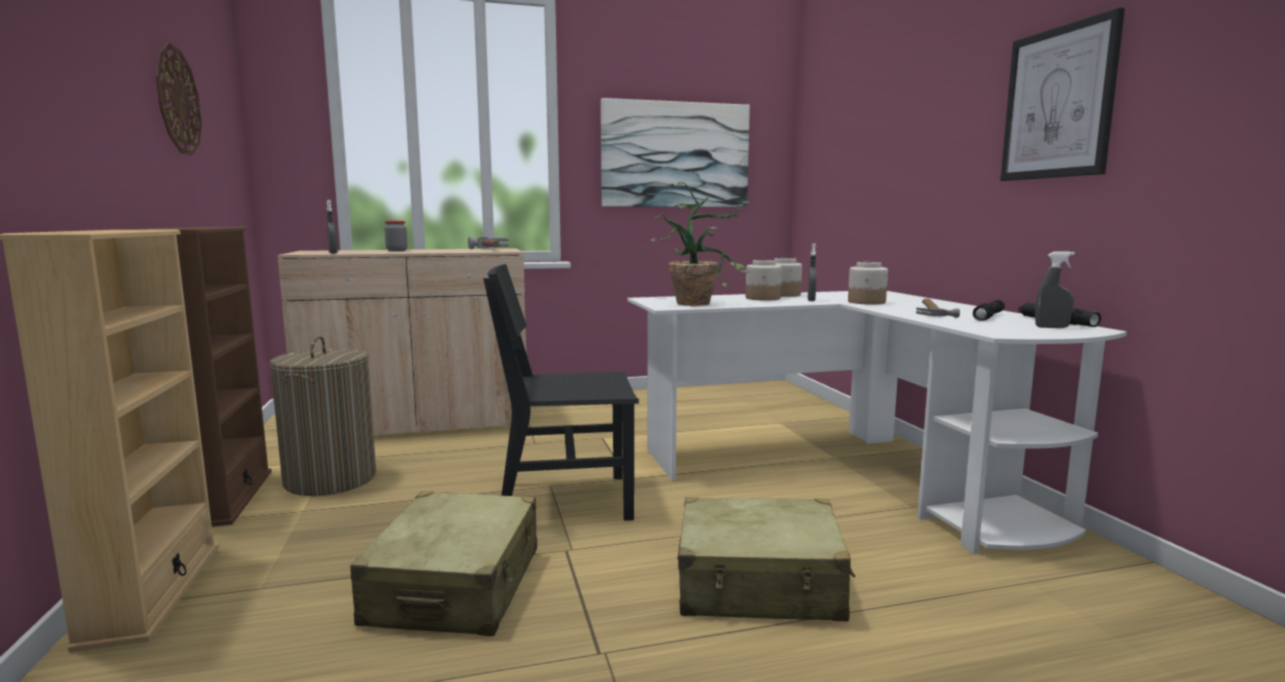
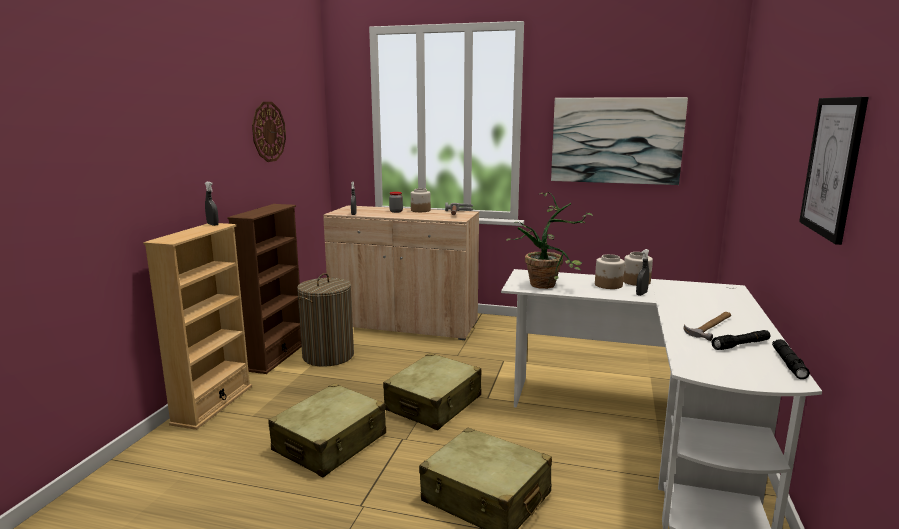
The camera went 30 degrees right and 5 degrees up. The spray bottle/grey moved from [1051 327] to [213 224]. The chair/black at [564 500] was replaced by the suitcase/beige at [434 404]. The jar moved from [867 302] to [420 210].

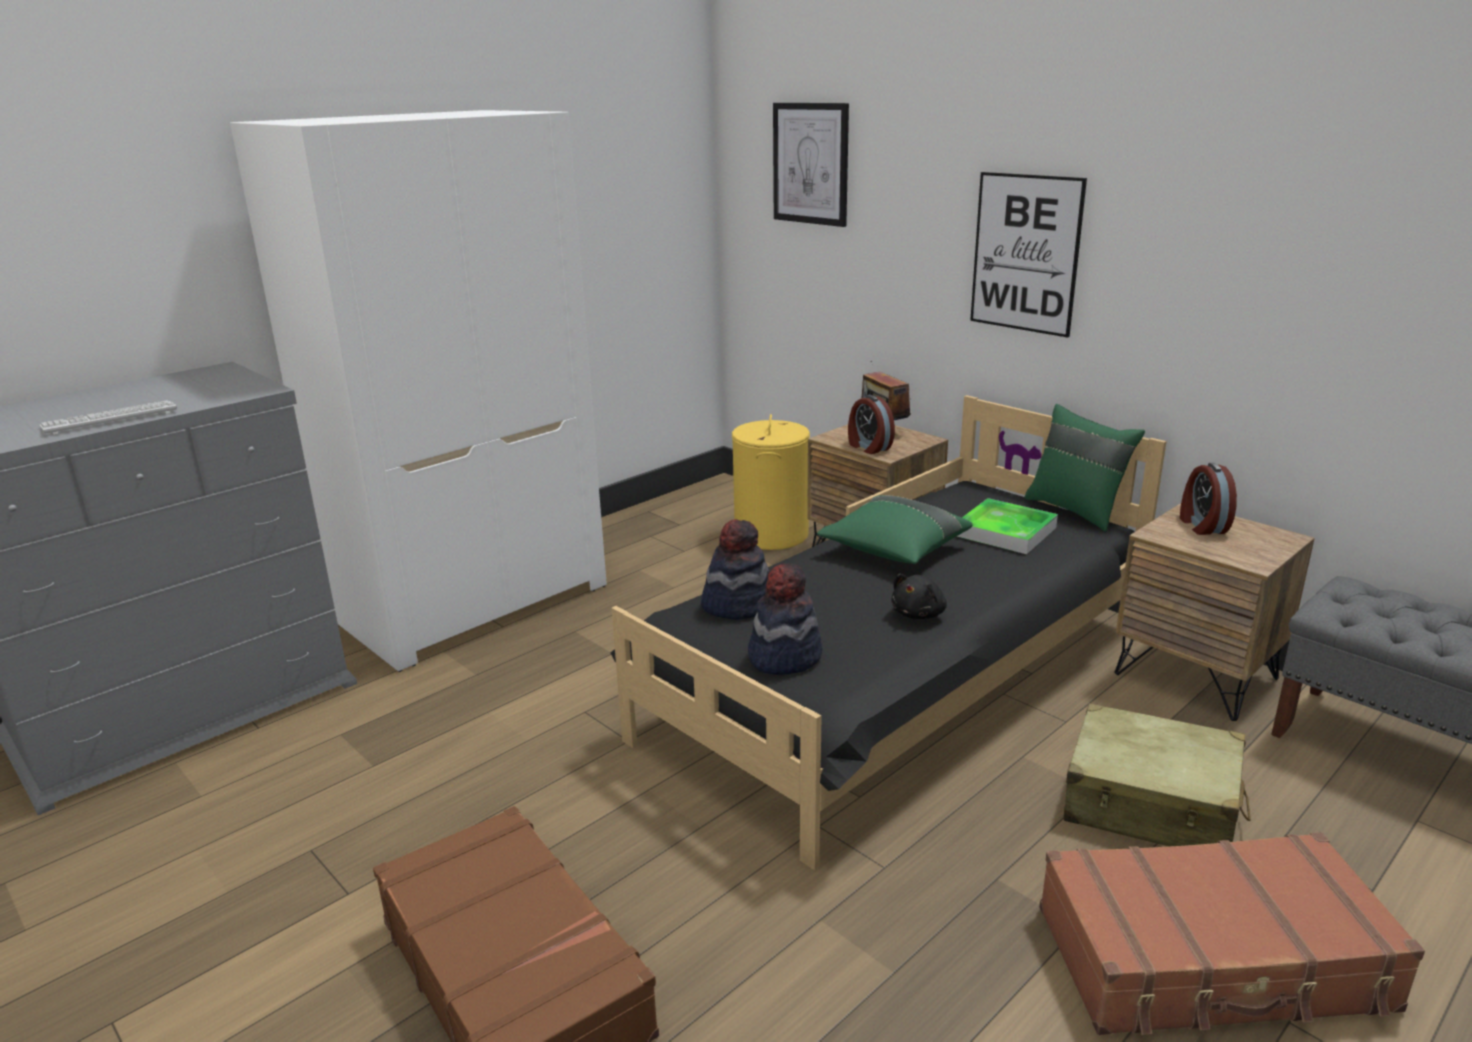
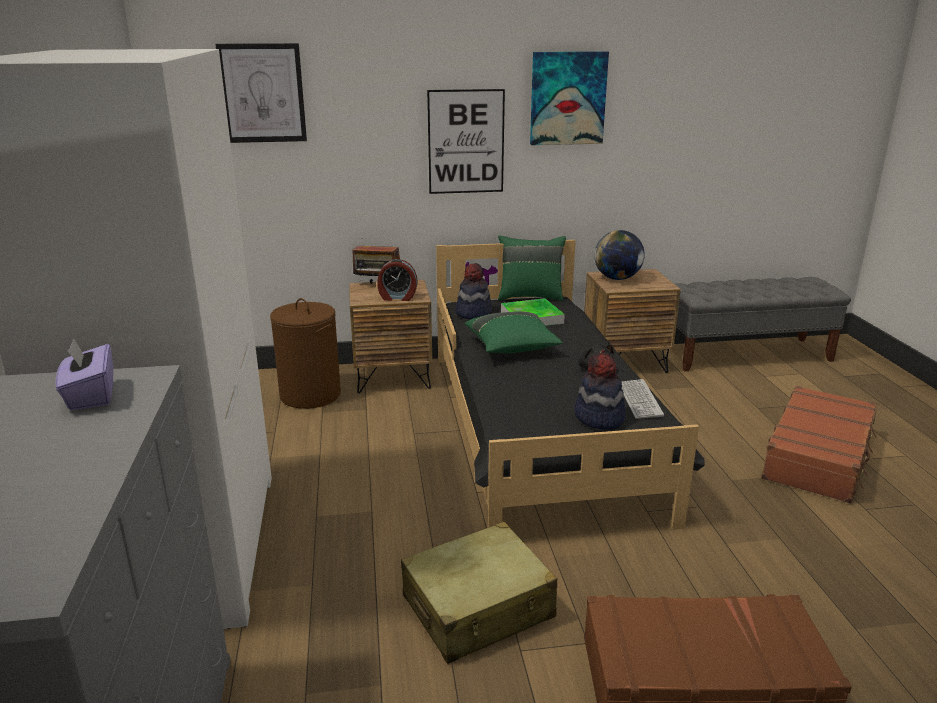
The camera went 55 degrees left and 0 degrees up. The tissue box/purple at [90 396] appeared. The laundry basket/yellow at [771 534] became the laundry basket/brown at [310 395]. The suitcase/beige moved from [1151 804] to [478 608]. The hat moved from [737 604] to [473 313]. The picture at [567 98] appeared. The alarm clock at [1202 525] was replaced by the globe at [617 278]. The keyboard moved from [110 419] to [639 400].

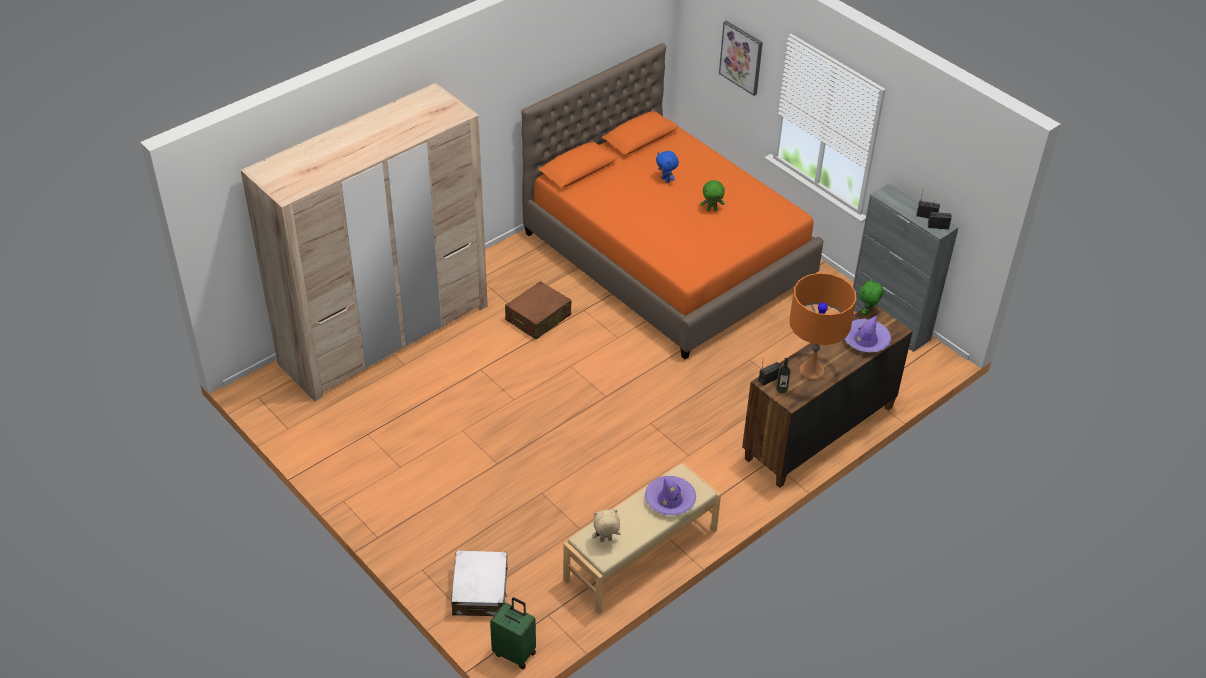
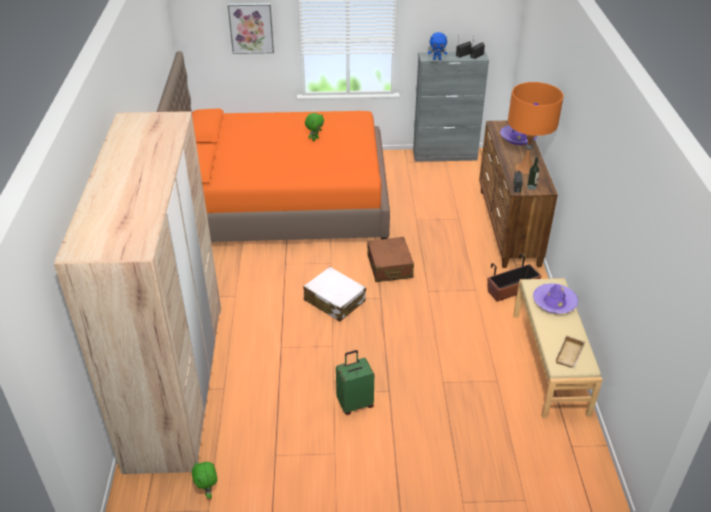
The camera went 50 degrees left and 5 degrees down. The plush toy/green moved from [867 312] to [208 492]. The suitcase/white moved from [480 591] to [334 301]. The suitcase/green moved from [515 652] to [355 403]. The suitcase/brown moved from [538 318] to [389 267]. The plush toy/blue moved from [666 180] to [437 59]. The planter at [511 290] appeared. The plush toy/beige at [605 541] was replaced by the tray/beige at [570 355].

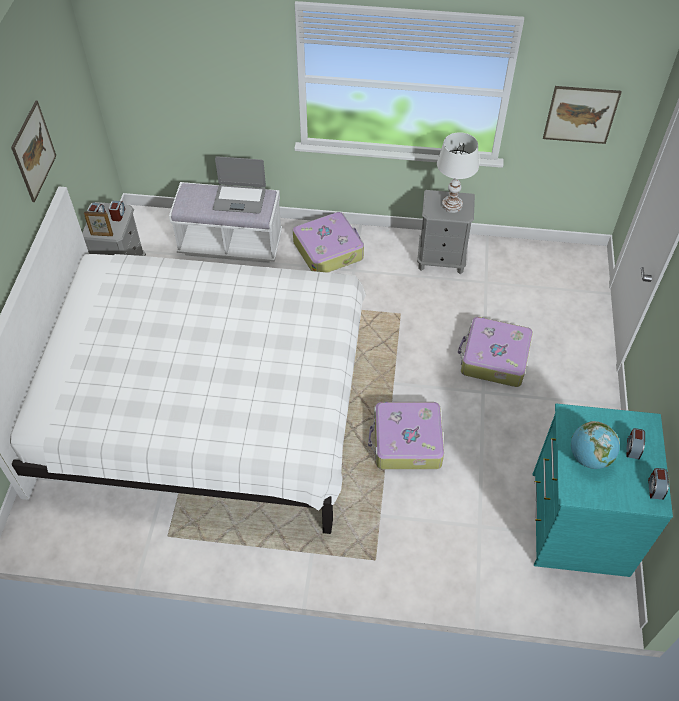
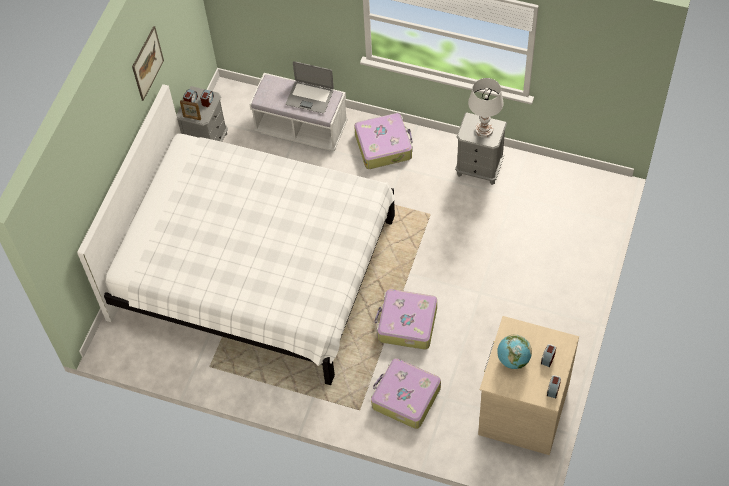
The camera went 15 degrees right and 5 degrees up. The suitcase moved from [493 358] to [405 397]. The dresser/turquoise at [577 523] became the dresser/beige at [522 409]. The picture at [581 115] disappeared.

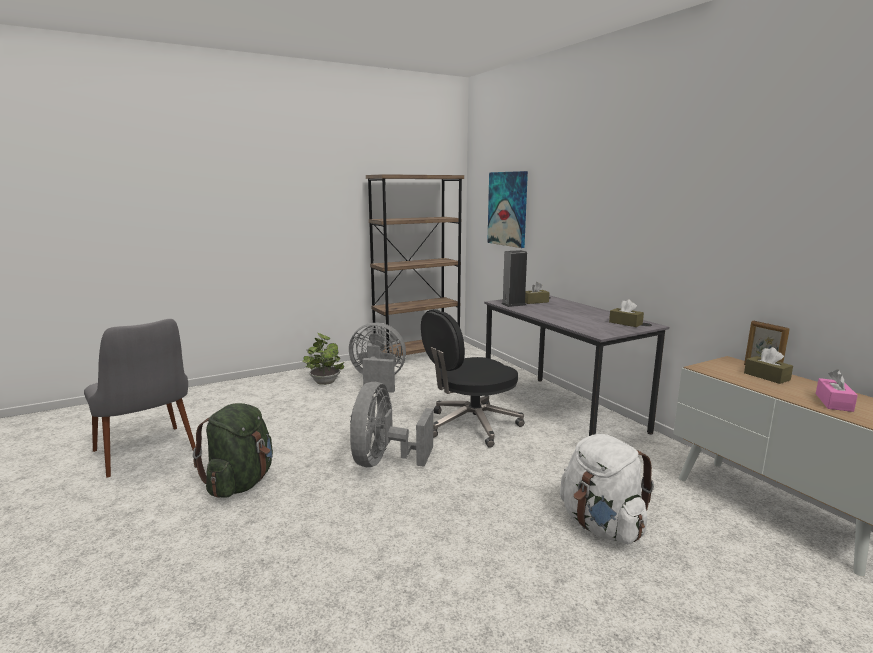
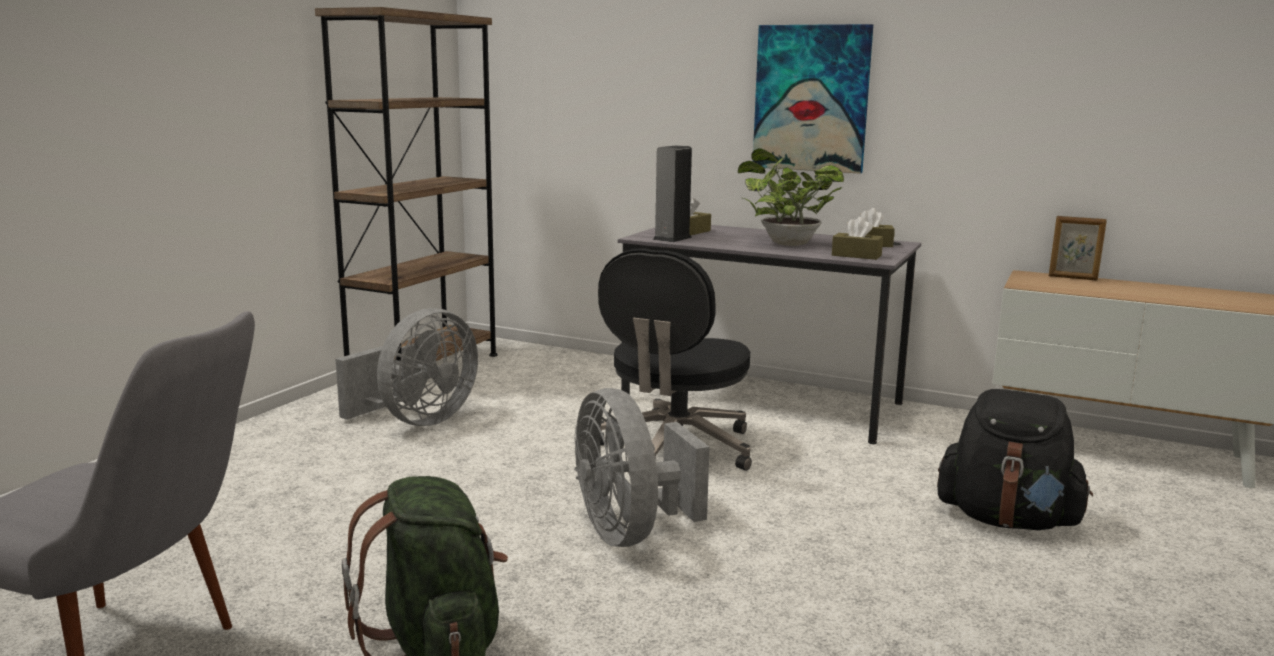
The camera went 35 degrees left and 0 degrees up. The fan/grey at [378 381] turned 150 degrees clockwise. The potted plant moved from [324 381] to [785 243]. The picture moved from [508 209] to [811 98]. The tissue box/brown moved from [766 376] to [856 255]. The backpack/white at [601 526] became the backpack/black at [1007 520]. The tissue box/pink at [833 402] disappeared.

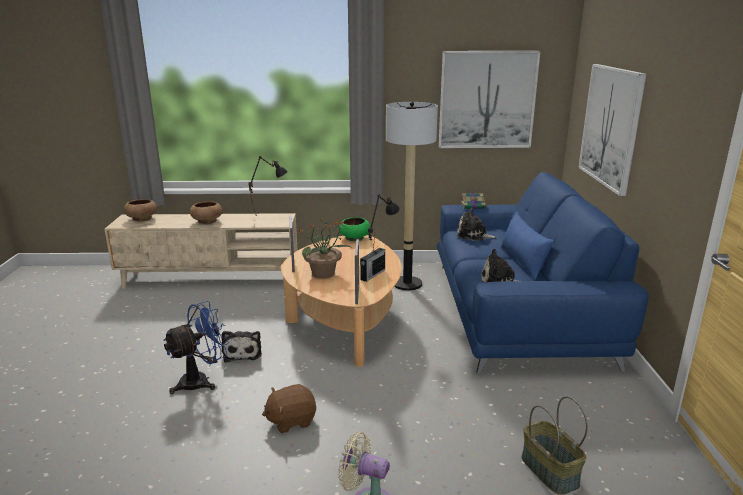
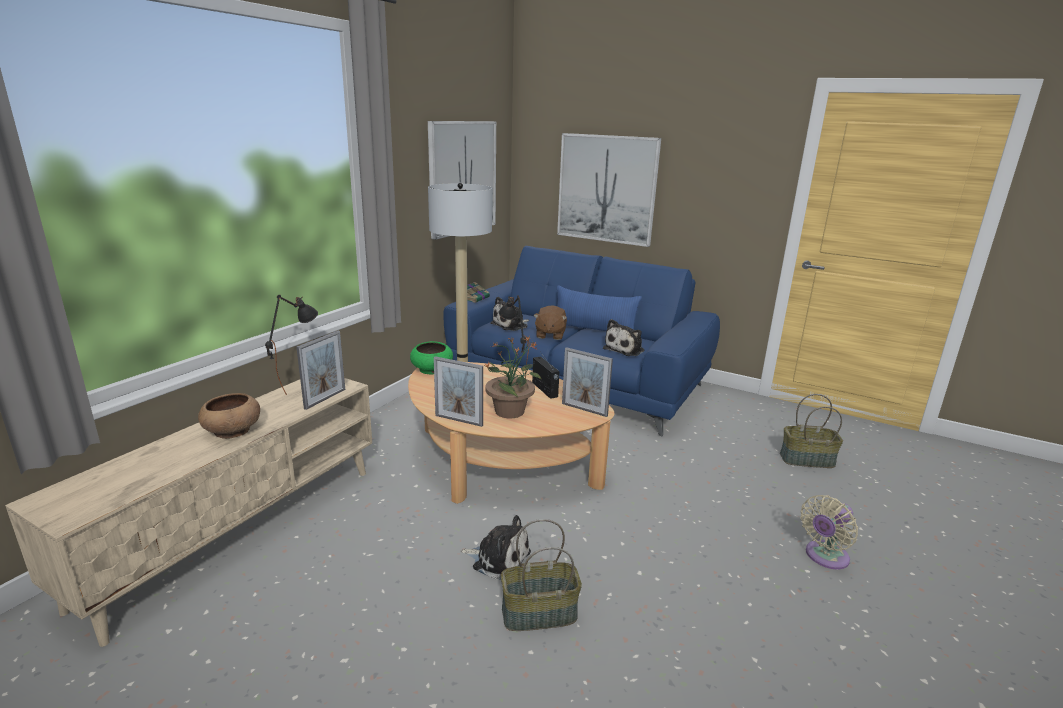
The camera went 60 degrees left and 0 degrees up. The picture frame at [325 399] appeared. The fan/blue at [201 381] was replaced by the basket at [538 614]. The plush toy/brown moved from [291 420] to [550 335]. The bowl/brown at [142 218] disappeared.

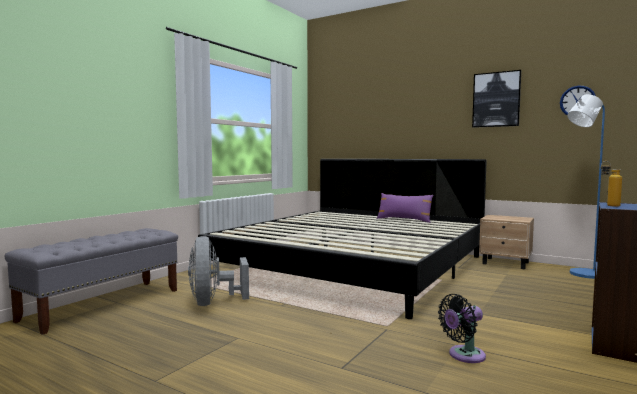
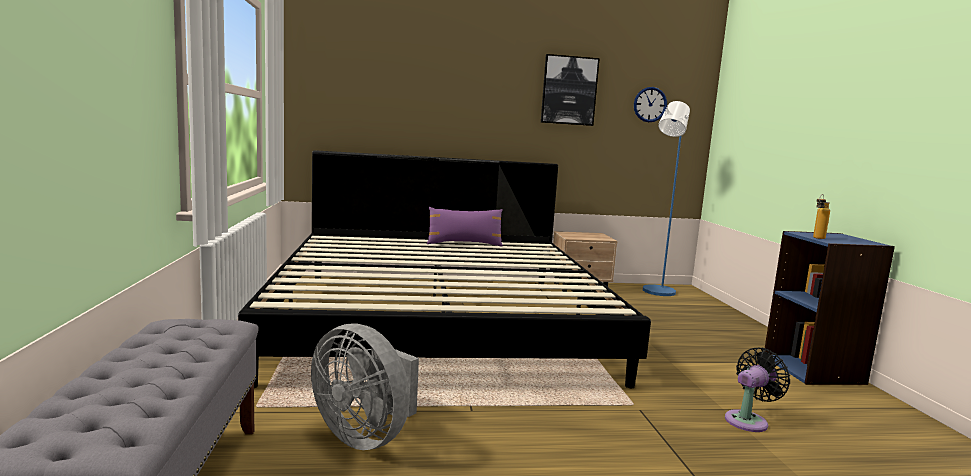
The camera went 40 degrees left and 5 degrees up. The fan/black at [463 355] turned 150 degrees counterclockwise.

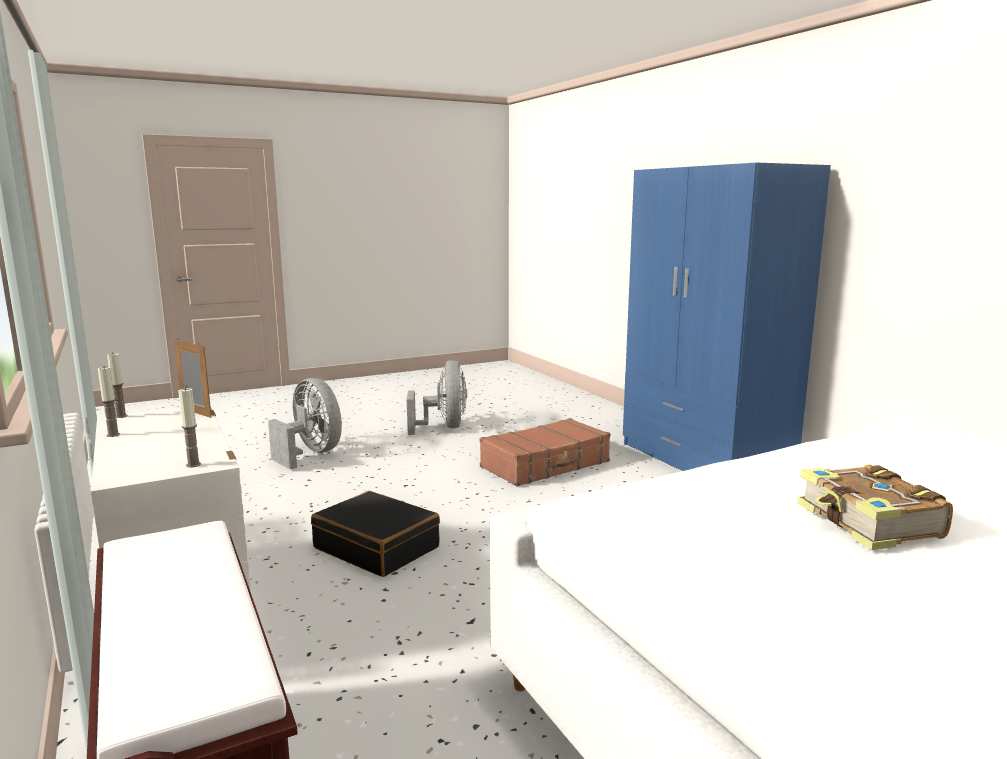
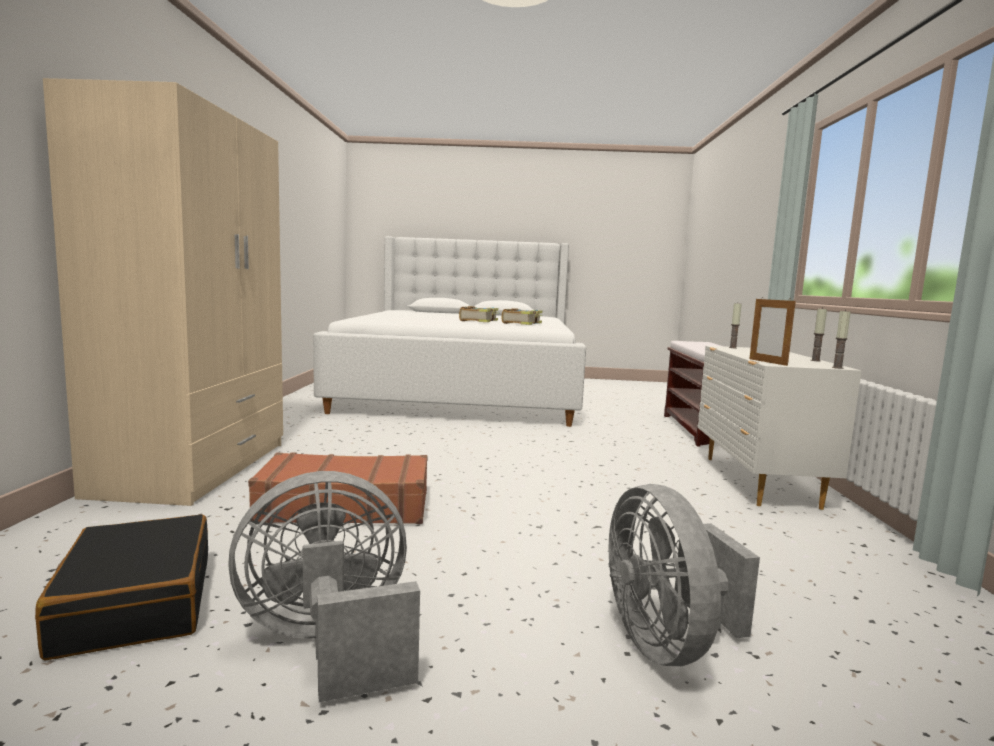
The camera went 150 degrees left and 5 degrees down. The suitcase/black moved from [377 548] to [135 603]. The wardrobe/blue at [703 460] became the wardrobe/beige at [196 468]. The fan/grey at [444 427] turned 45 degrees clockwise. The book at [522 323] appeared.

